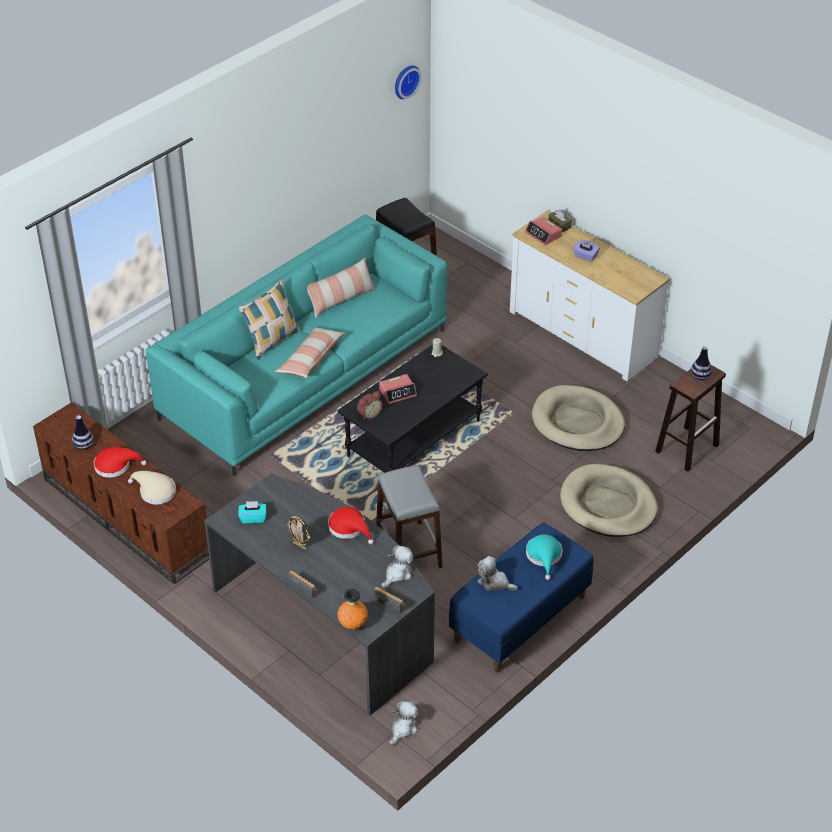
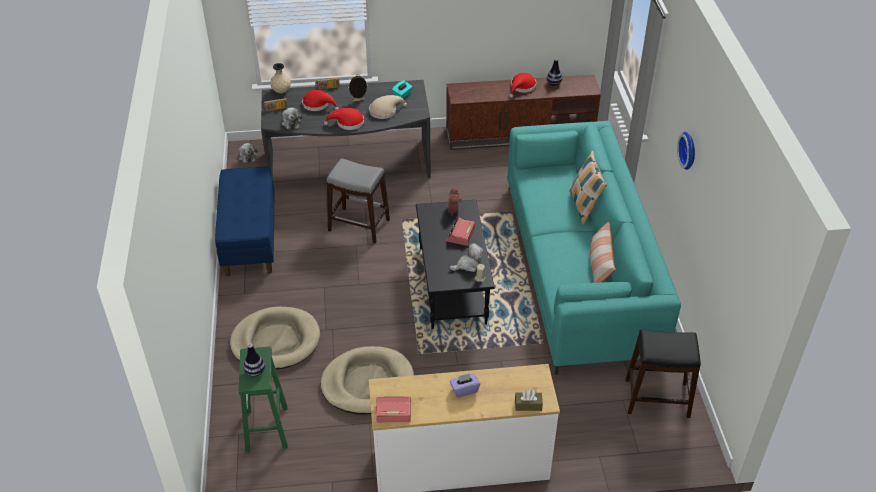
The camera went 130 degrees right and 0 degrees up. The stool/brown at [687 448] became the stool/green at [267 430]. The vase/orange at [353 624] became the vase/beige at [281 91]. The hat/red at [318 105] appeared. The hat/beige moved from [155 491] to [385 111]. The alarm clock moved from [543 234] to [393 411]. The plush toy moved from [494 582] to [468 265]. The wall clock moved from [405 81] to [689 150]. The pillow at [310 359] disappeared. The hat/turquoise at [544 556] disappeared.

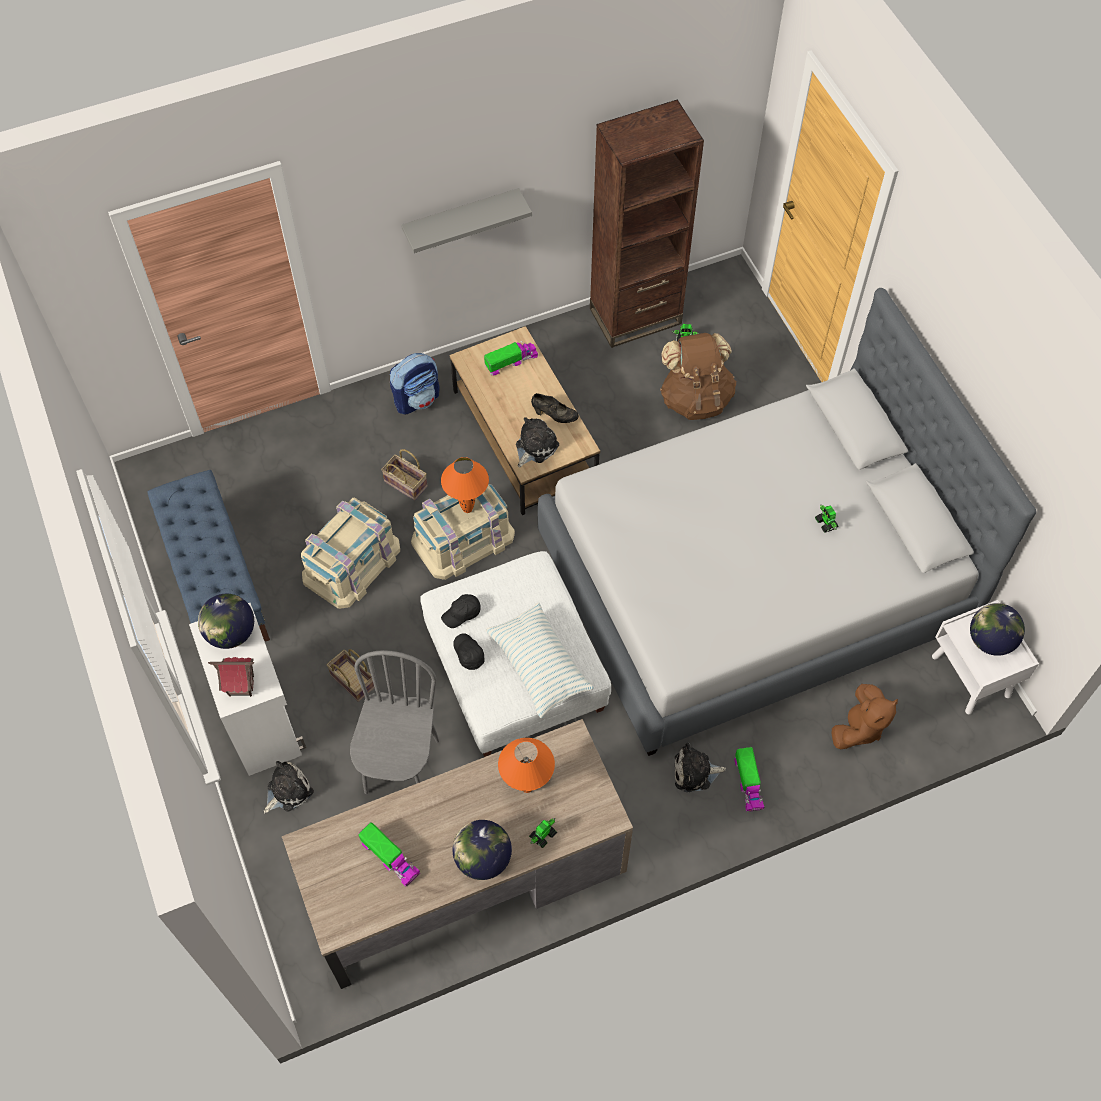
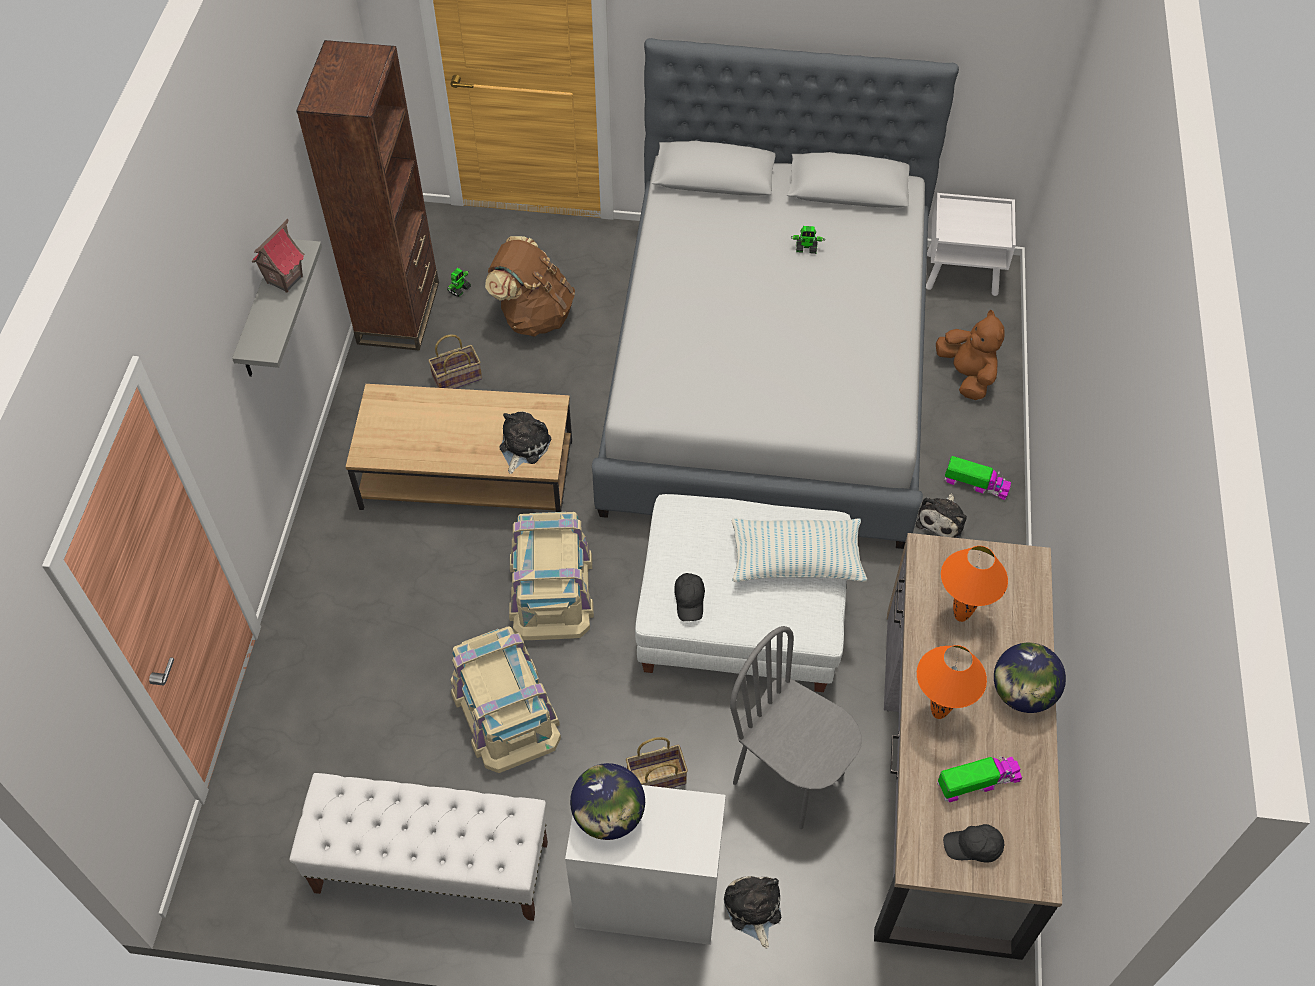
The camera went 60 degrees left and 5 degrees down. The toy house moved from [241 685] to [284 279]. The bench/blue at [217 583] became the bench/white at [431 867]. The basket moved from [407 484] to [458 377]. The plush toy at [534 446] turned 45 degrees clockwise. The table lamp/orange moved from [468 509] to [938 712]. The cap/black moved from [468 654] to [973 847]. The backpack at [417 399] disappeared. The toy truck at [511 361] disappeared. The toy robot at [542 835] disappeared. The shoe/black at [554 415] disappeared. The globe at [990 641] disappeared.

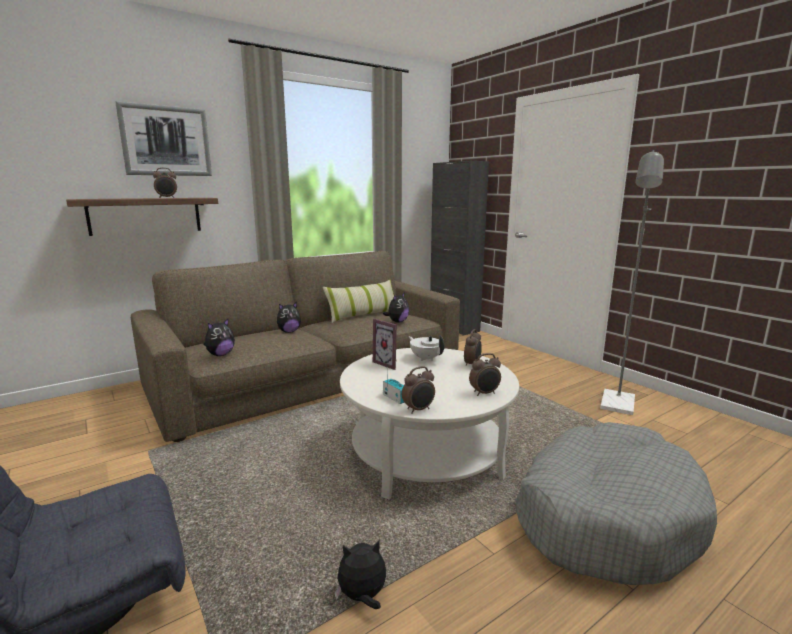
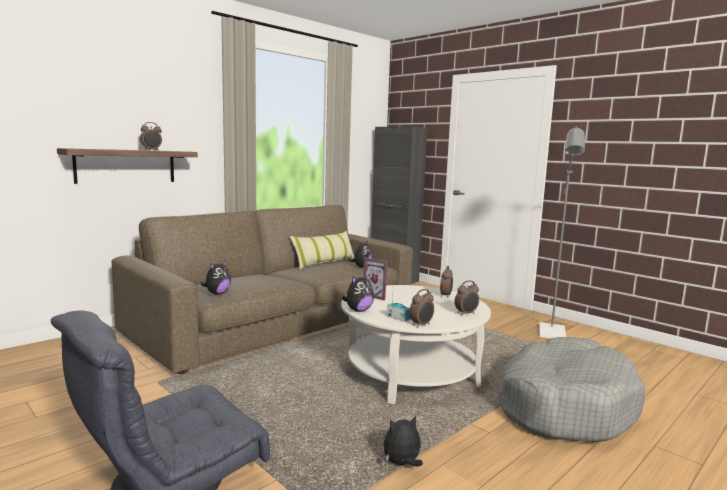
The camera went 10 degrees left and 5 degrees down. The plush toy moved from [289 331] to [358 310]. The picture at [166 141] disappeared. The teapot/white at [426 358] disappeared.

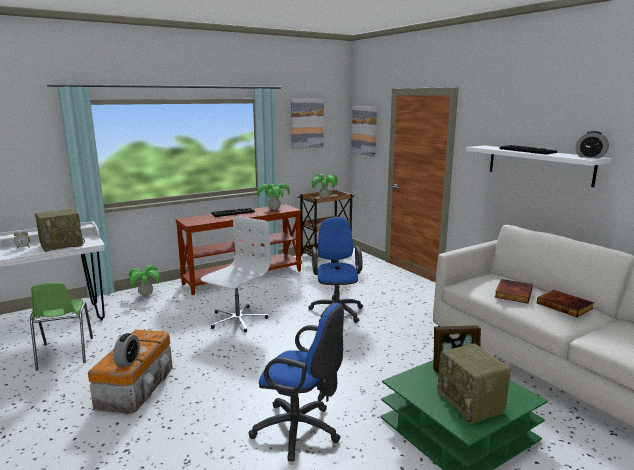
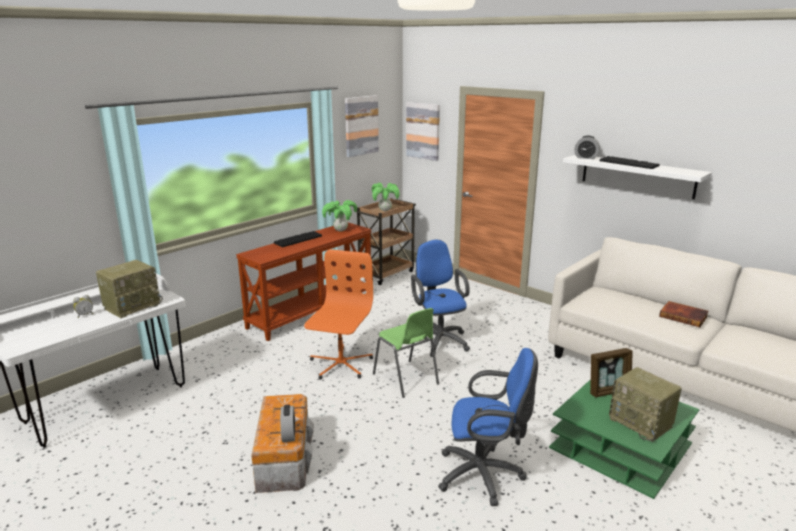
The camera went 15 degrees left and 5 degrees up. The office chair/white at [237 319] became the office chair/orange at [340 364]. The chair/green moved from [64 354] to [406 379]. The alarm clock moved from [590 157] to [586 158]. The potted plant at [146 295] disappeared. The book at [512 293] disappeared.

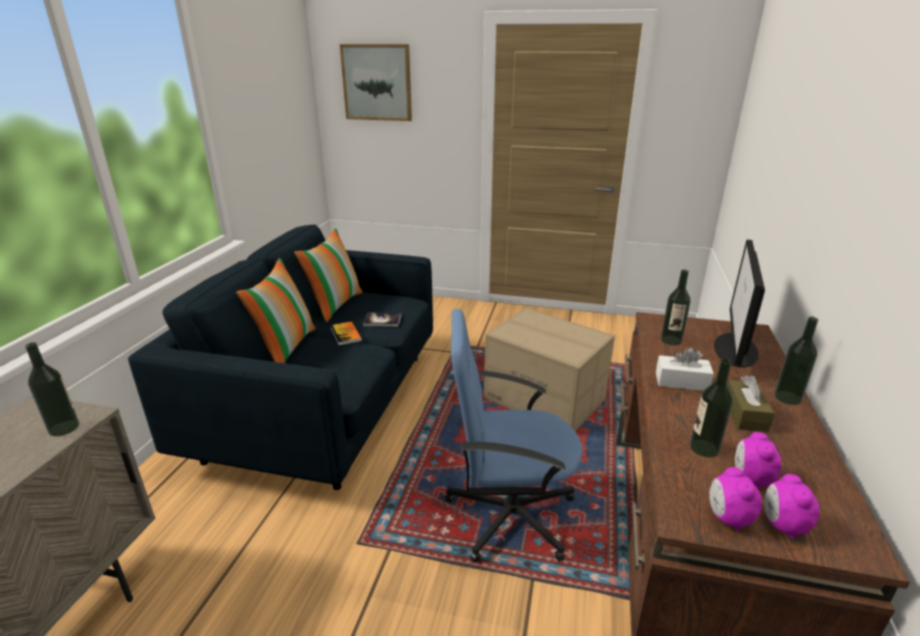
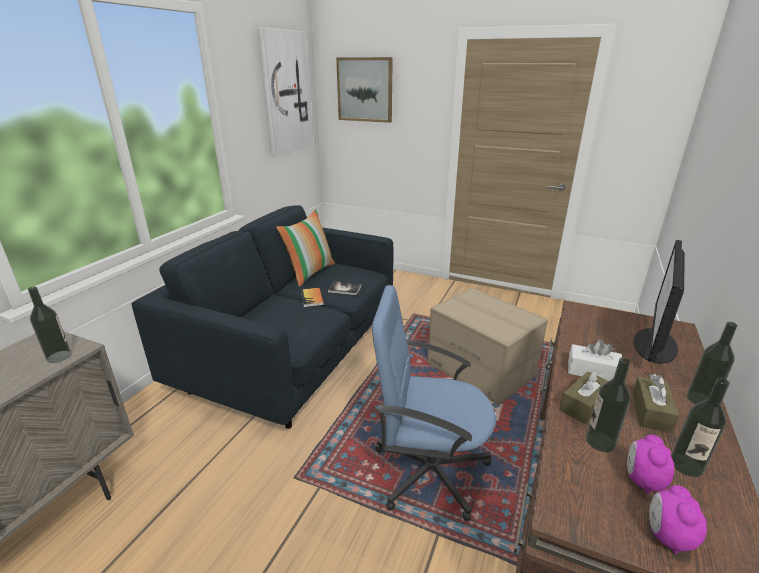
The camera went 10 degrees right and 0 degrees up. The picture at [286 93] appeared. The tissue box/brown at [584 405] appeared. The bottle moved from [671 340] to [686 465]. The pillow at [286 346] disappeared. The alarm clock at [727 518] disappeared.

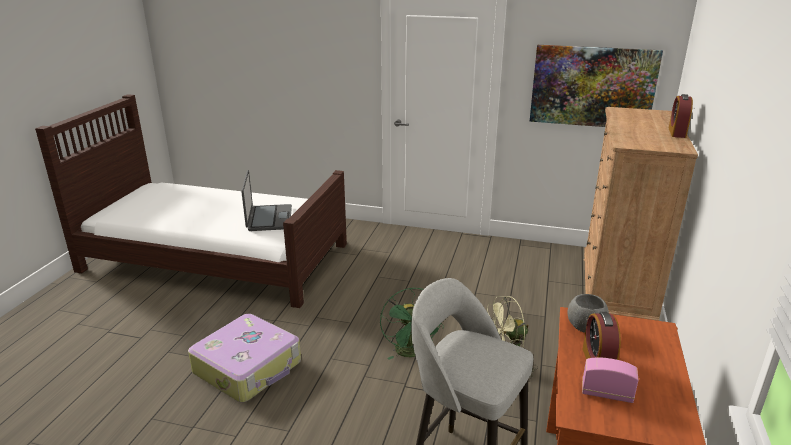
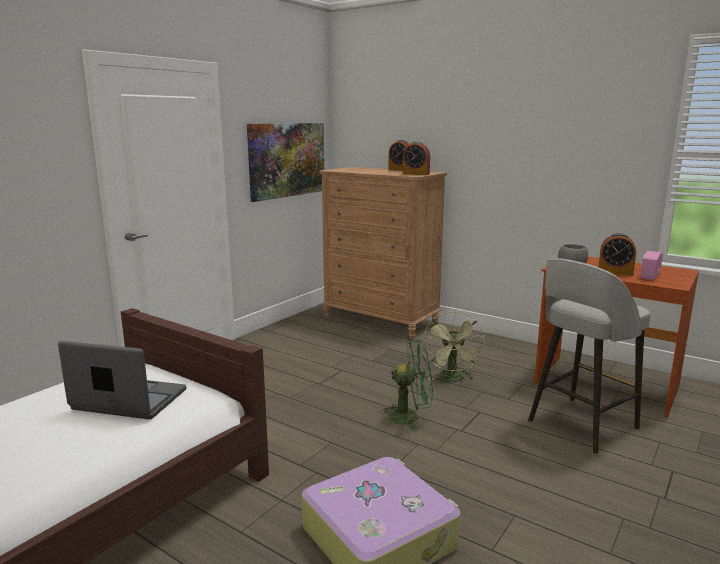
The camera went 70 degrees left and 10 degrees down. The alarm clock at [416 174] appeared.

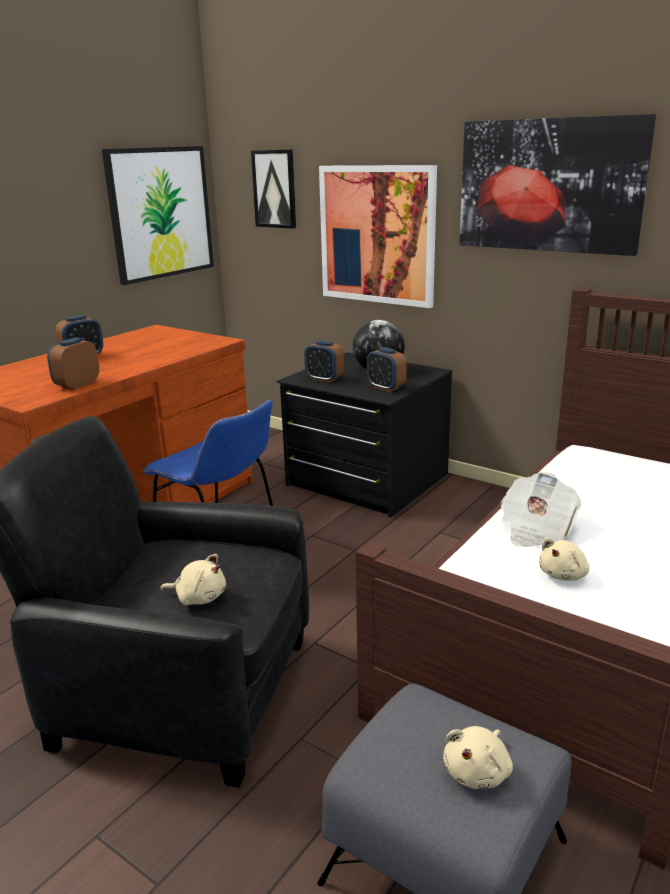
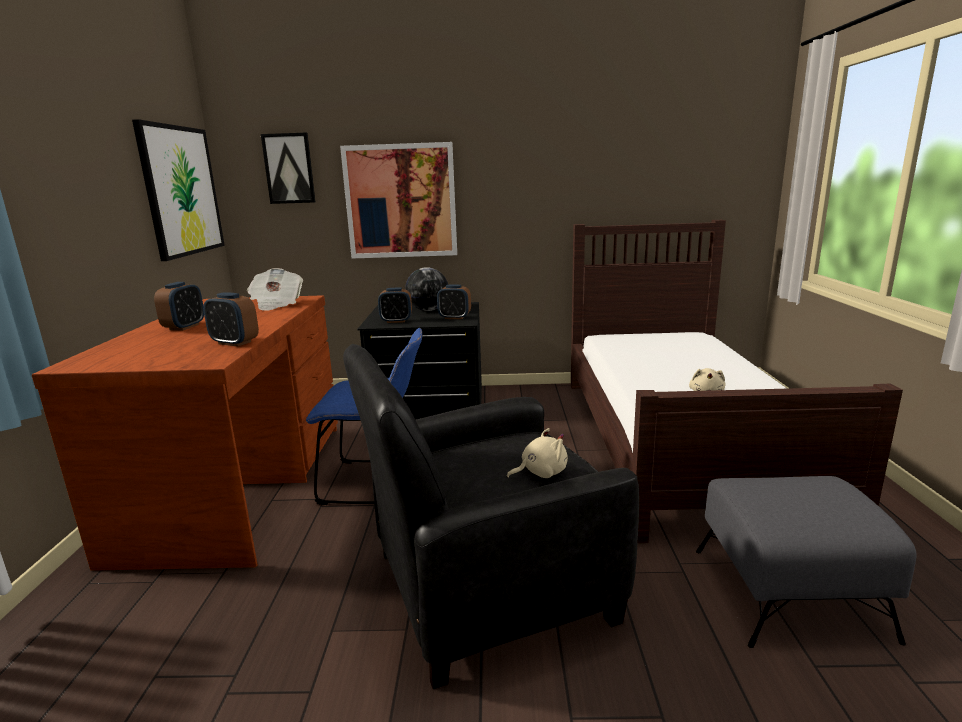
The camera went 35 degrees left and 5 degrees down. The alarm clock at [77 385] turned 60 degrees counterclockwise. The newspaper moved from [536 530] to [276 304]. The plush toy/beige at [478 772] disappeared. The picture at [549 185] disappeared.

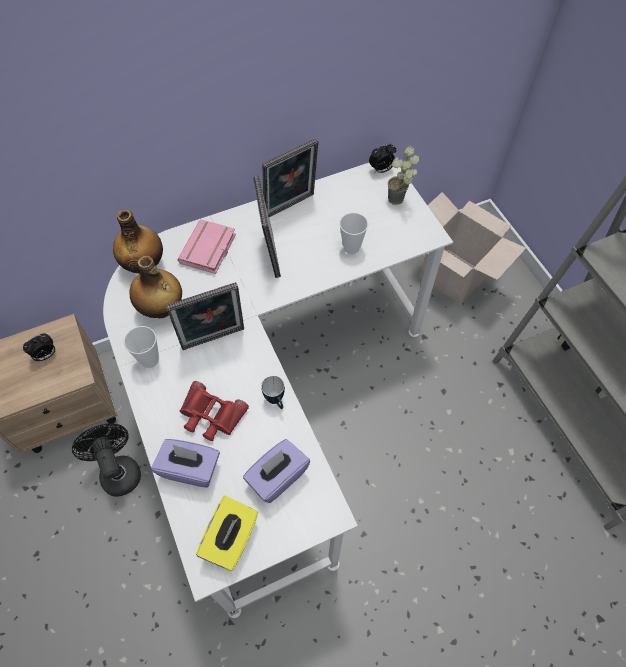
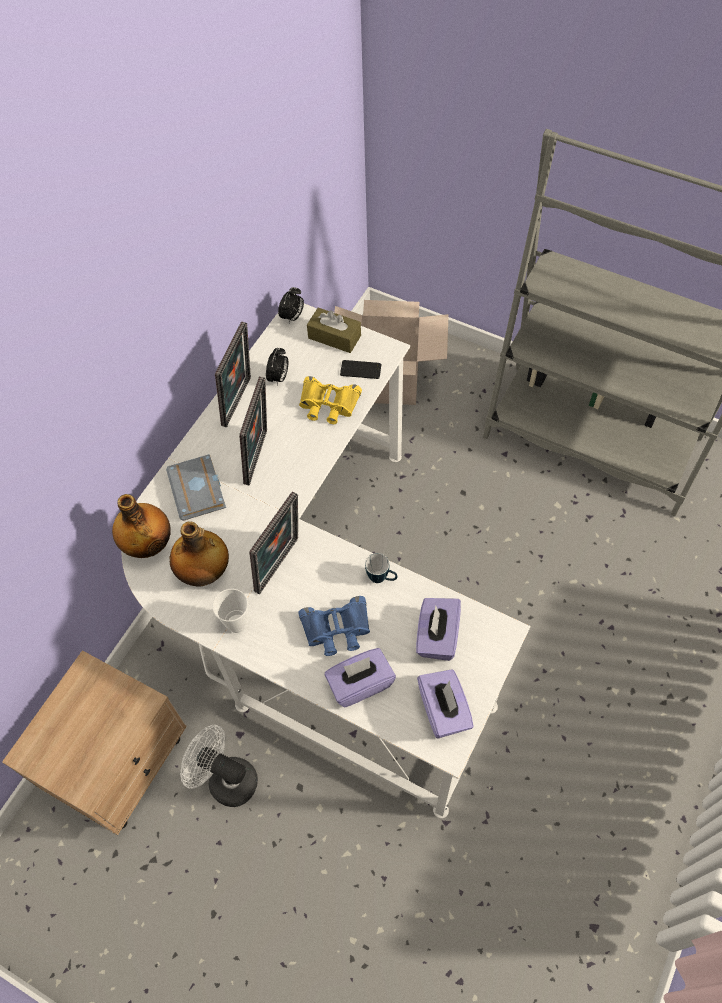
The camera went 35 degrees left and 0 degrees up. The book/pink at [209 250] became the book/grey at [199 491]. The fan/black at [118 470] became the fan/white at [226 779]. The picture frame at [269 254] turned 120 degrees counterclockwise. The alarm clock moved from [46 355] to [279 378]. The binoculars/red at [211 415] became the binoculars/blue at [337 629]. The cup at [351 247] was replaced by the binoculars/yellow at [328 404]. The potted plant at [399 202] was replaced by the tissue box/brown at [334 337]. The phone at [360 370] appeared. The tissue box/yellow at [231 538] became the tissue box/purple at [444 710].

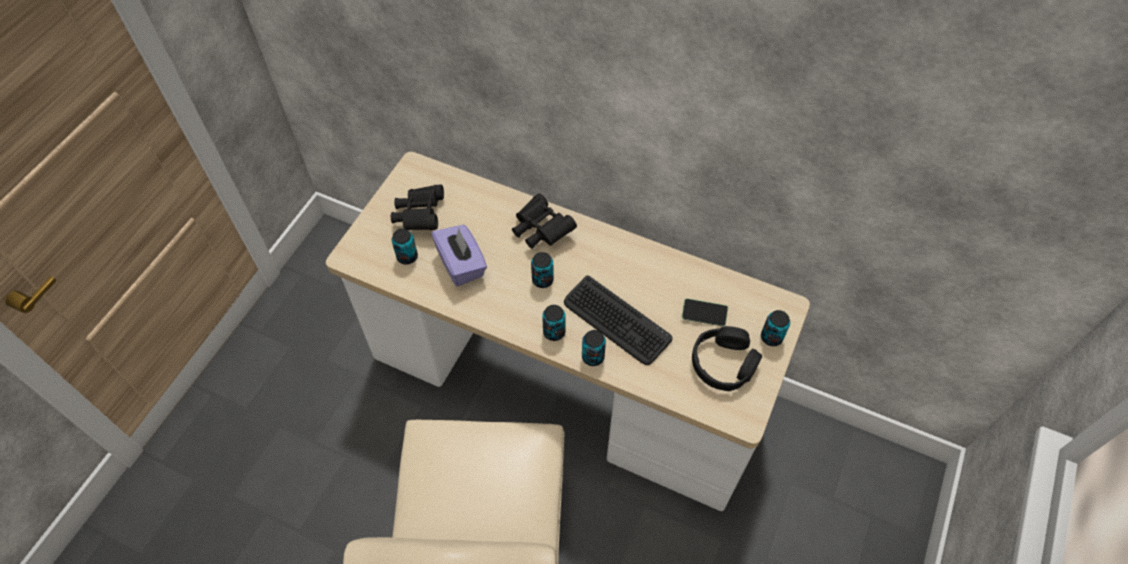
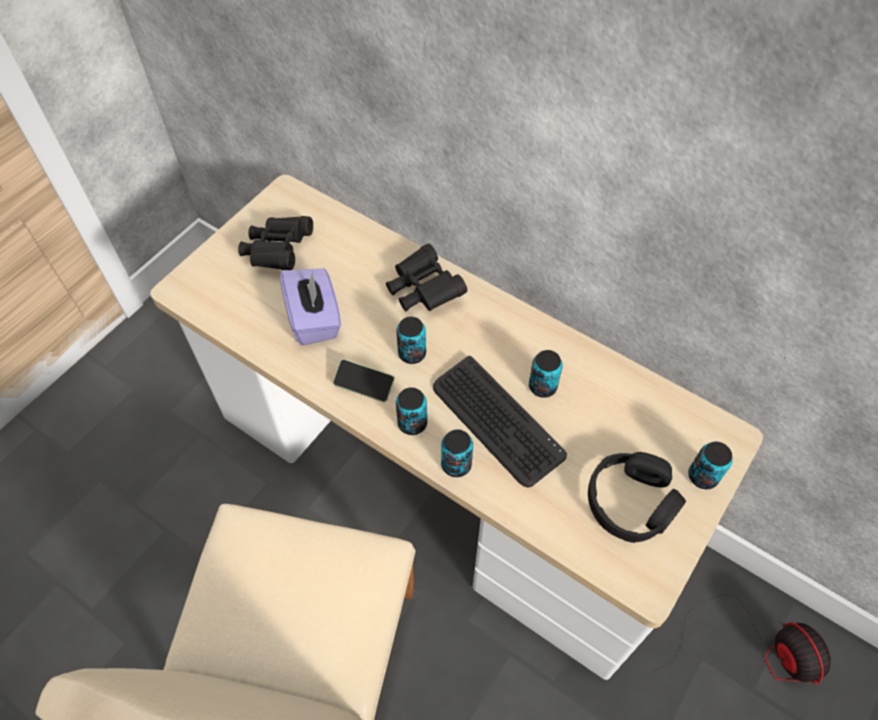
The camera went 10 degrees right and 0 degrees up. The phone moved from [703 315] to [364 385]. The can moved from [407 257] to [542 386]. The fan at [756 648] appeared.

